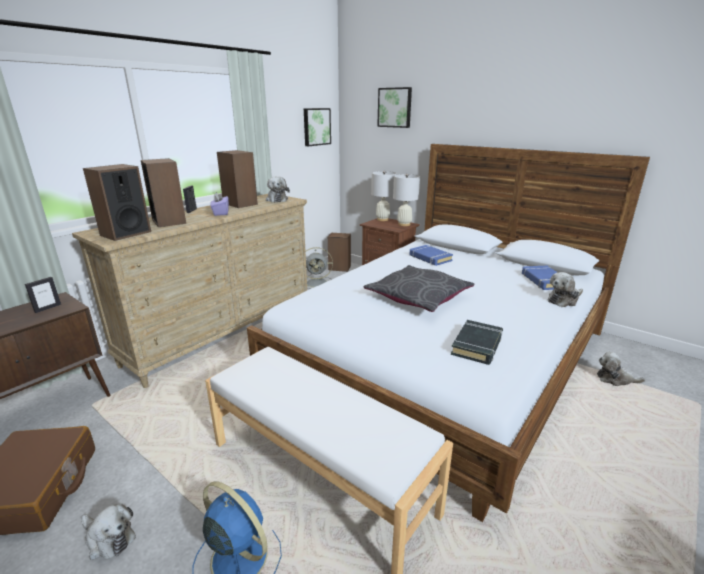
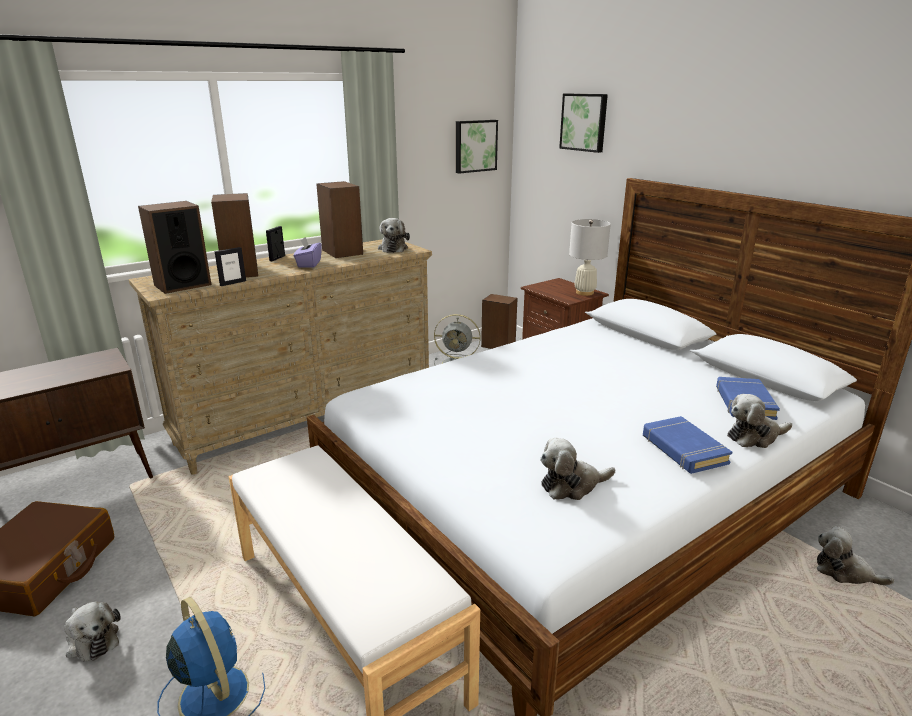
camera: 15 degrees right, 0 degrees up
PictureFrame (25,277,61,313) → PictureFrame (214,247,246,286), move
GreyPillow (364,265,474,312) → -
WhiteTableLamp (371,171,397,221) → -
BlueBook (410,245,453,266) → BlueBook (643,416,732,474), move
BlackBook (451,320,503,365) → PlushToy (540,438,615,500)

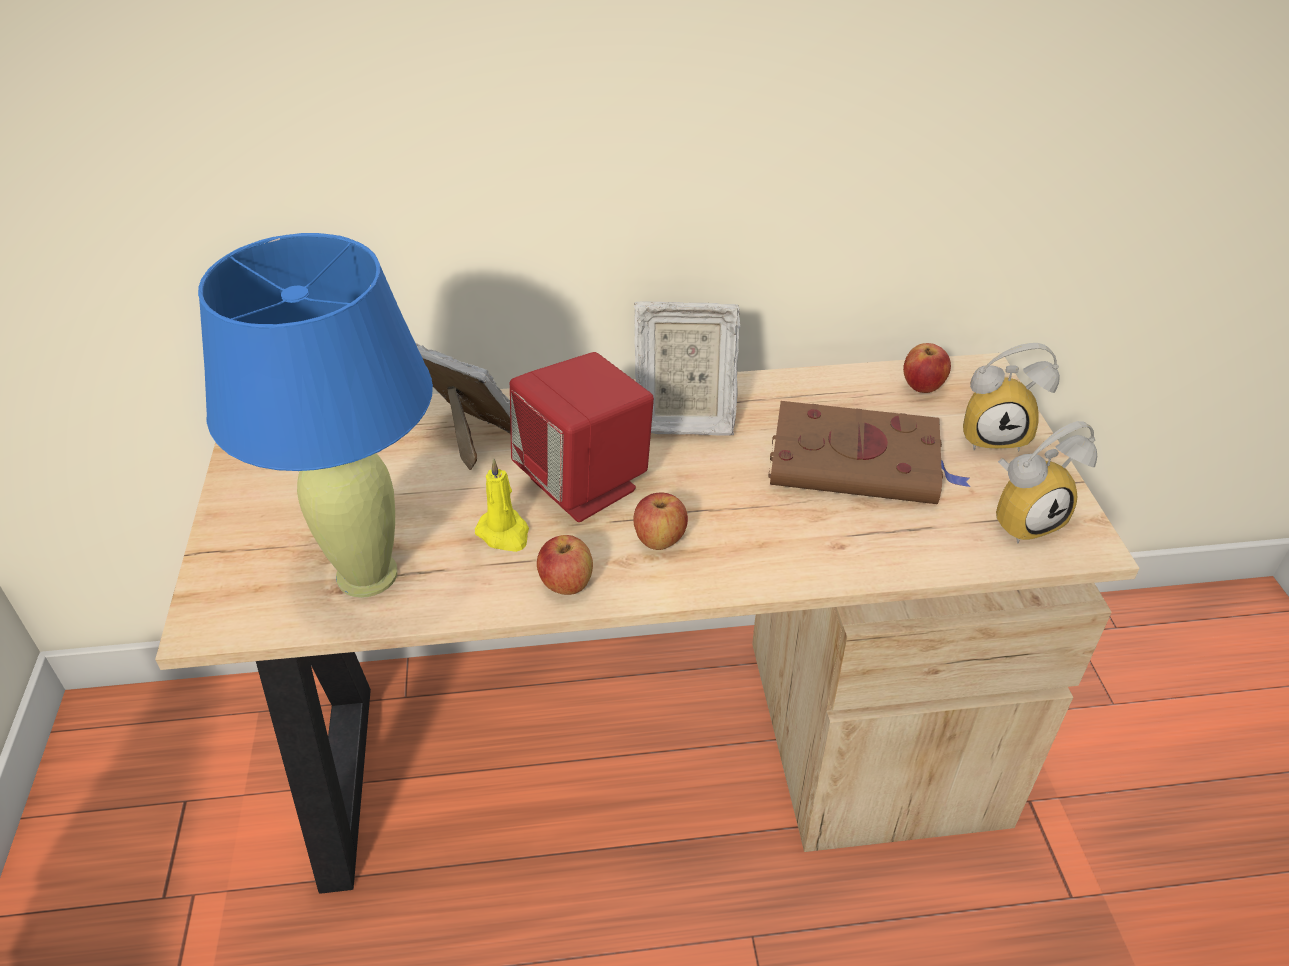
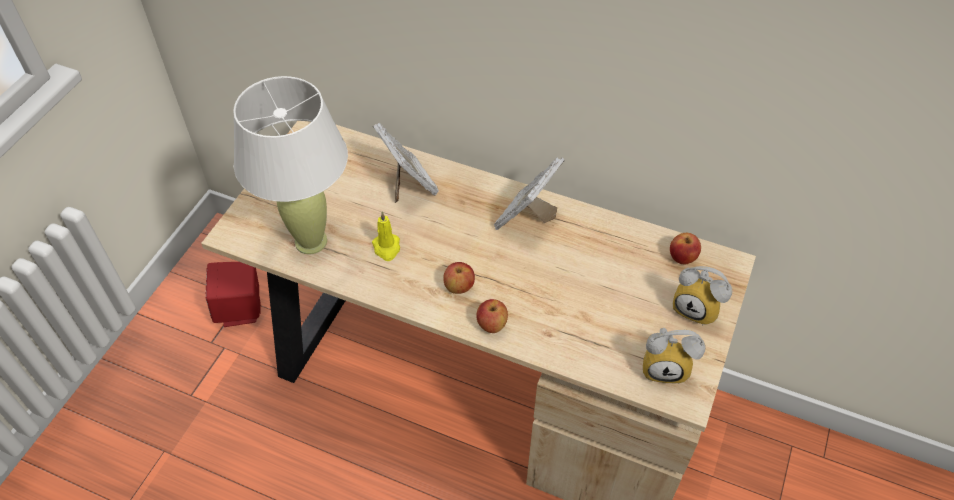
camera: 30 degrees right, 10 degrees up
BlueTableLamp (198,233,433,598) → WhiteTableLamp (233,76,348,254)
RedSpeaker (510,352,654,522) → RedSpeaker (205,262,260,327), move
Apple (537,535,593,595) → Apple (476,299,508,333), move
PictureFrame (634,302,740,436) → PictureFrame (494,157,565,230), 90 degrees clockwise
BrownBook (768,401,971,504) → -

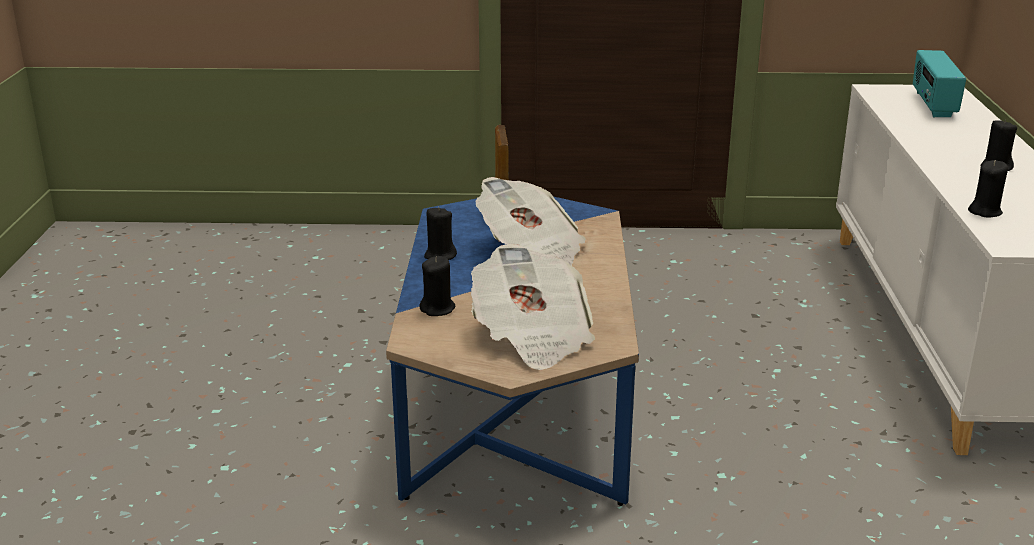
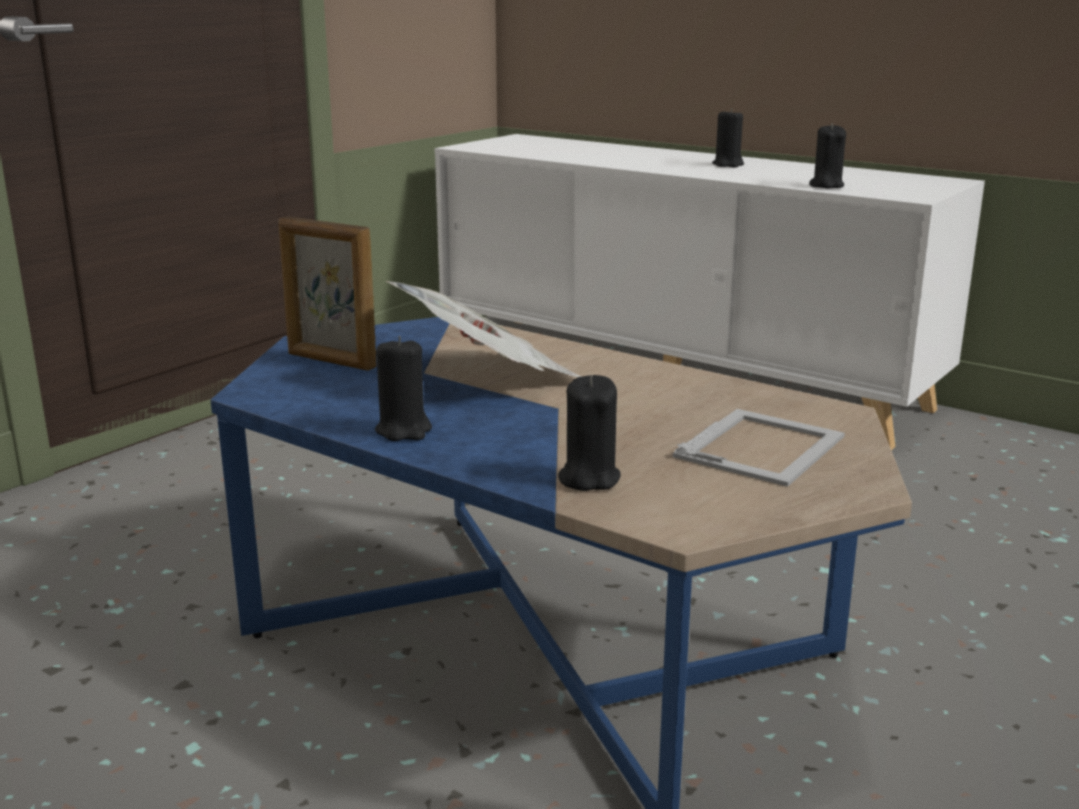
camera: 55 degrees left, 5 degrees down
Newspaper (471,244,595,370) → PictureFrame (673,409,845,487)
Radio (913,50,966,117) → -

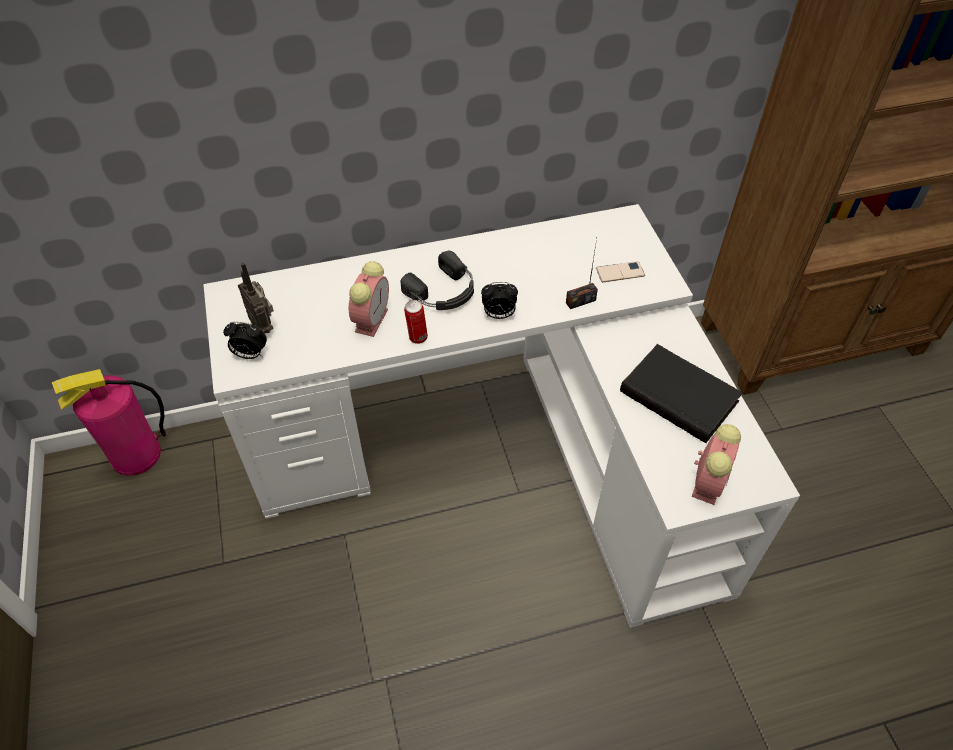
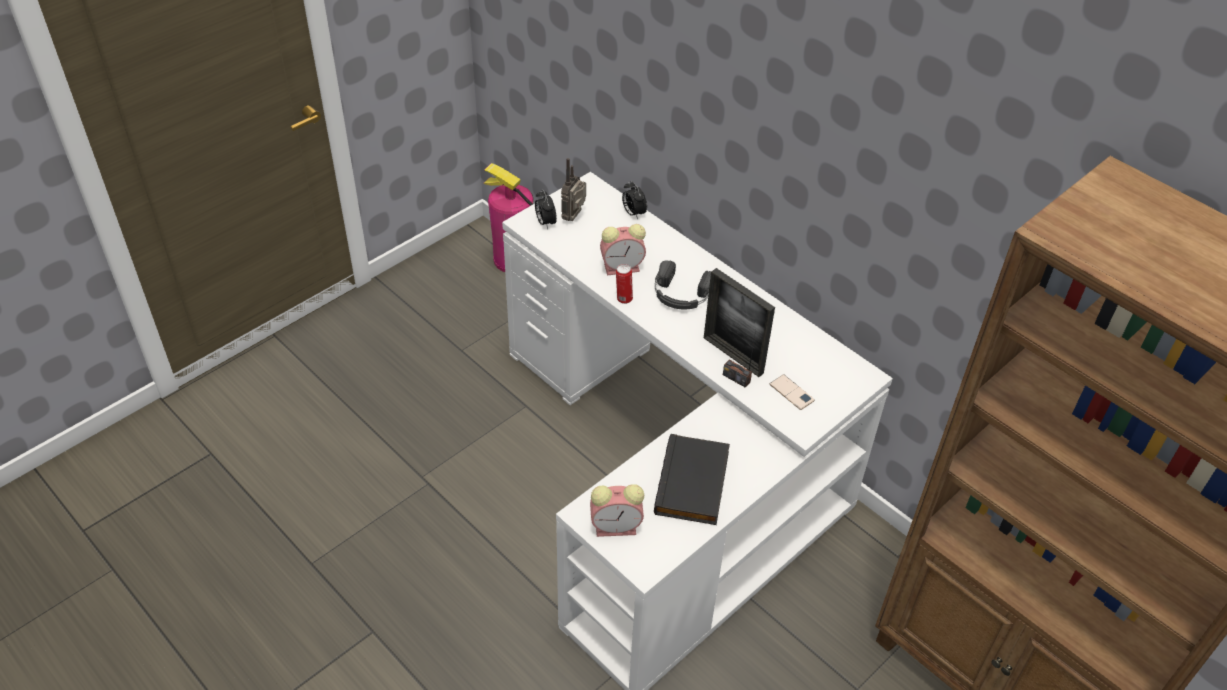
camera: 60 degrees right, 5 degrees down
AlarmClock (481,282,518,319) → AlarmClock (622,181,647,220), move
- → PictureFrame (704,268,775,377)

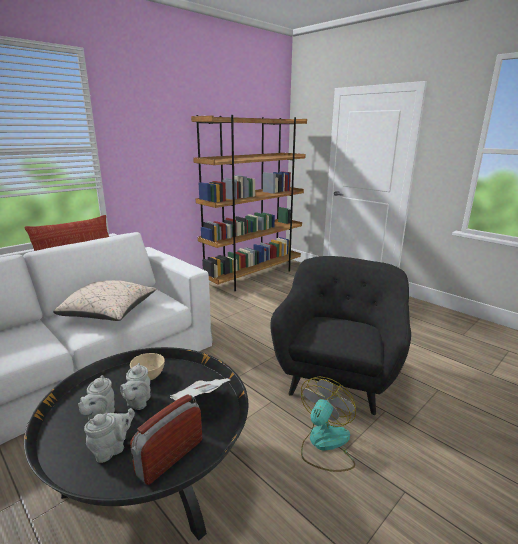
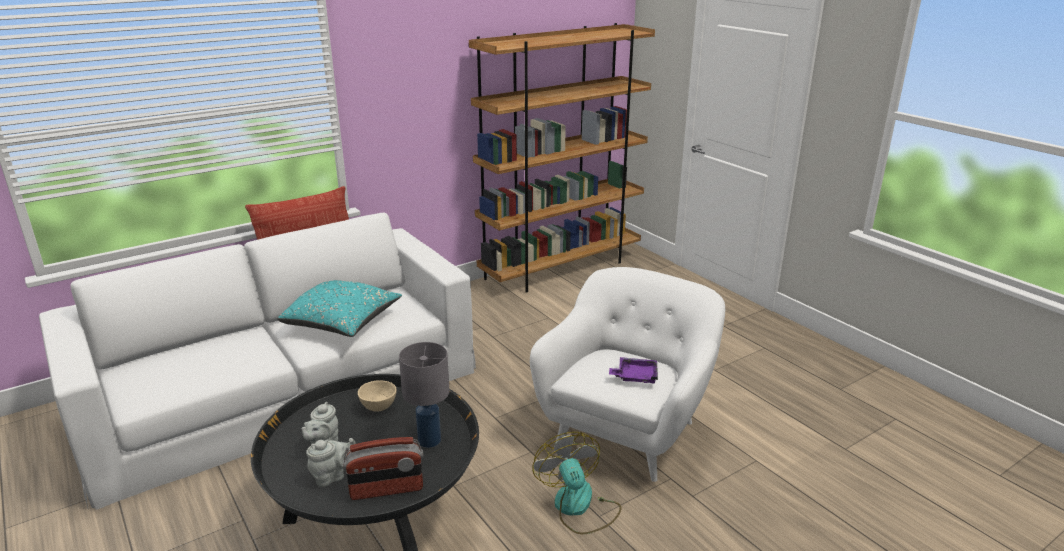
camera: 10 degrees right, 5 degrees up
BeigePillow (53,280,156,321) → TurquoisePillow (277,280,402,337)
GreyTeapot (120,363,151,410) → -
Radio (130,394,202,485) → Radio (343,437,424,500), 150 degrees counterclockwise
Newspaper (170,378,230,400) → GreyTableLamp (399,342,450,448)
BlackArmchair (271,256,411,415) → WhiteArmchair (530,267,725,482)
Fan (301,377,356,472) → Fan (532,432,621,534), 60 degrees counterclockwise
- → PurpleTray (609,357,658,383)

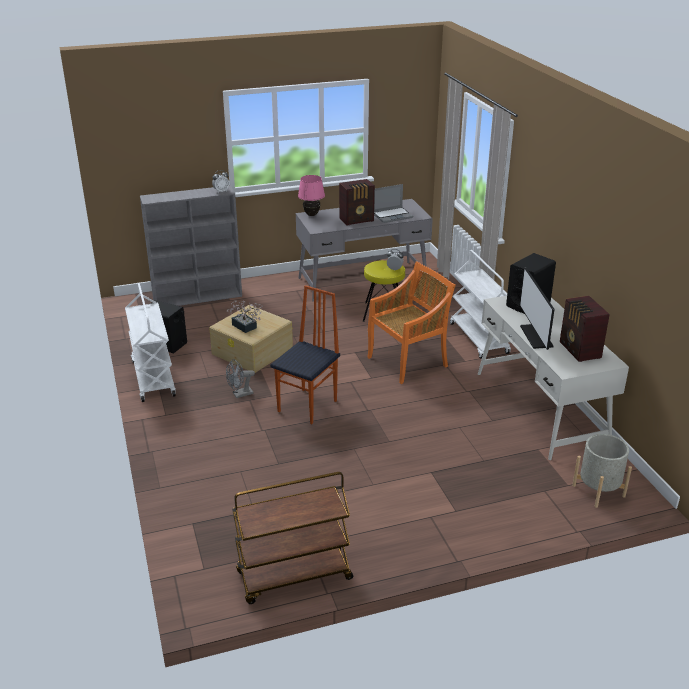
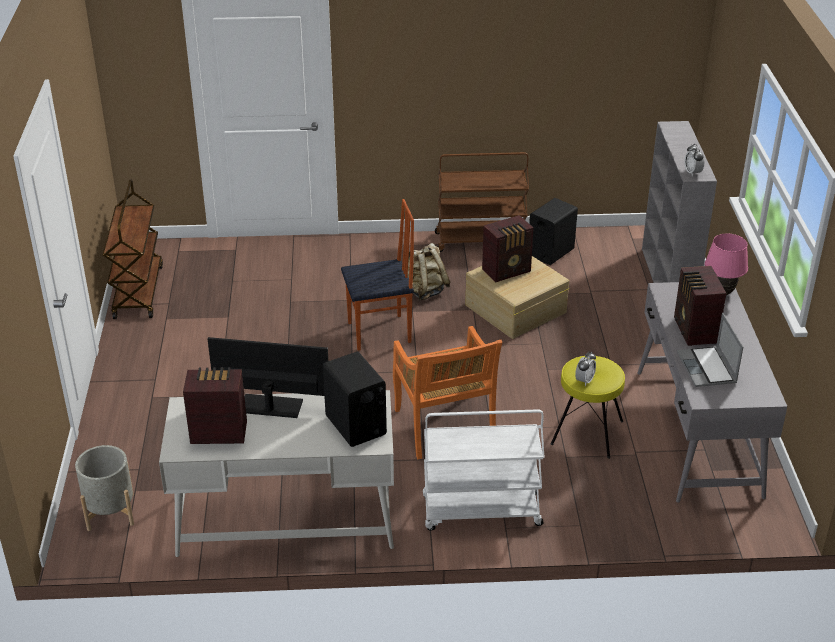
camera: 105 degrees right, 5 degrees up
WhiteCart (125,283,176,402) → BrownCart (435,152,529,252)
GreyFan (226,359,255,398) → BeigeBackpack (408,243,450,300)
PottedPlant (227,300,262,333) → Radio (482,215,534,283)
Chair (270,285,340,424) → Chair (341,199,414,351), 60 degrees counterclockwise

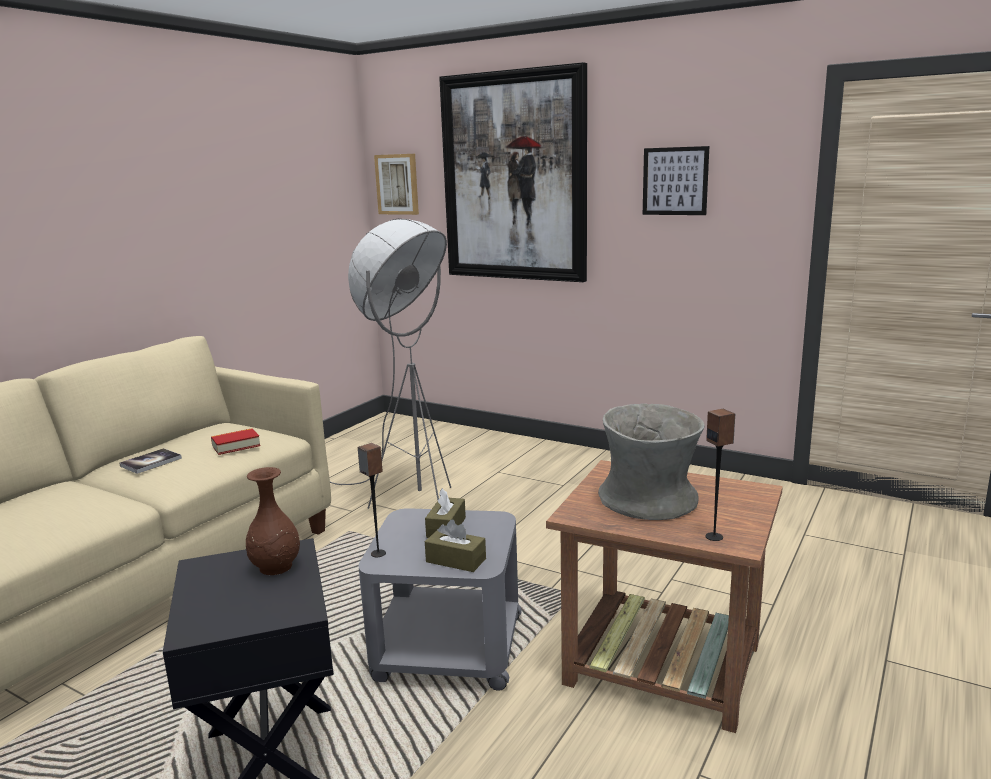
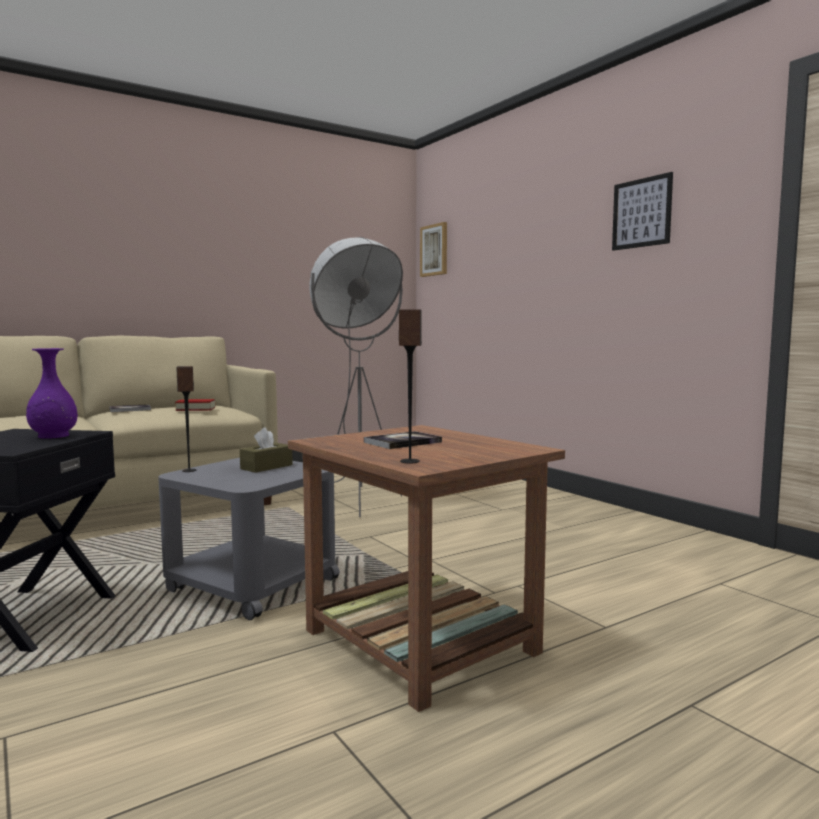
camera: 25 degrees right, 10 degrees down
BrownVase (246,467,300,575) → PurpleVase (26,348,78,439)
BrownTissueBox (425,520,486,572) → -
Picture (439,62,587,282) → -
GreyVase (598,404,705,520) → Book (364,431,442,449)

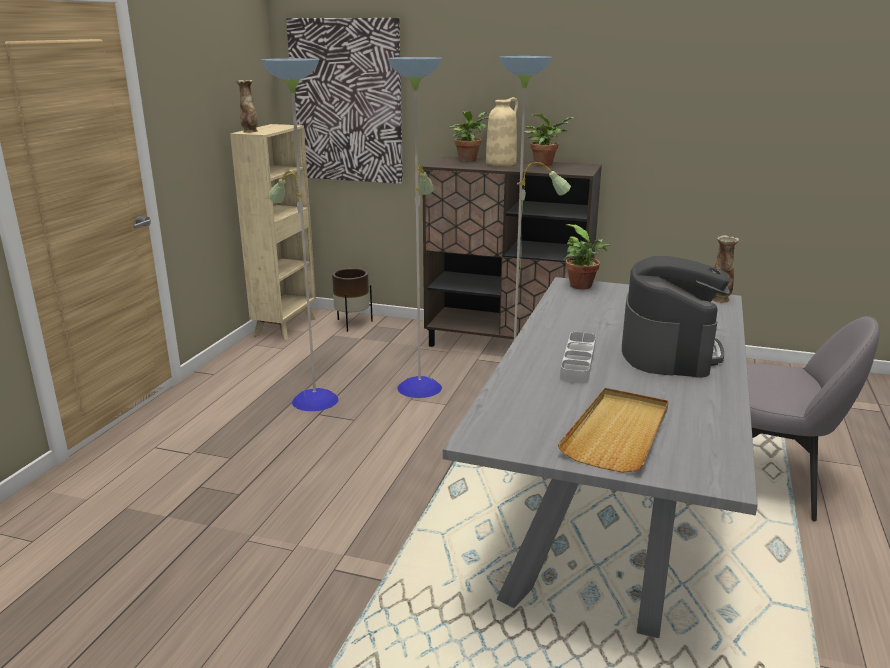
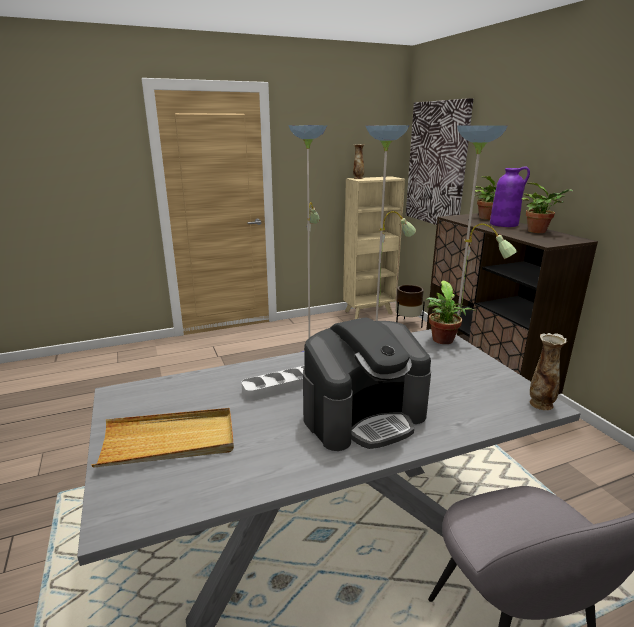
camera: 50 degrees right, 0 degrees up
BeigeVase (486,97,518,166) → PurpleVase (490,166,530,227)

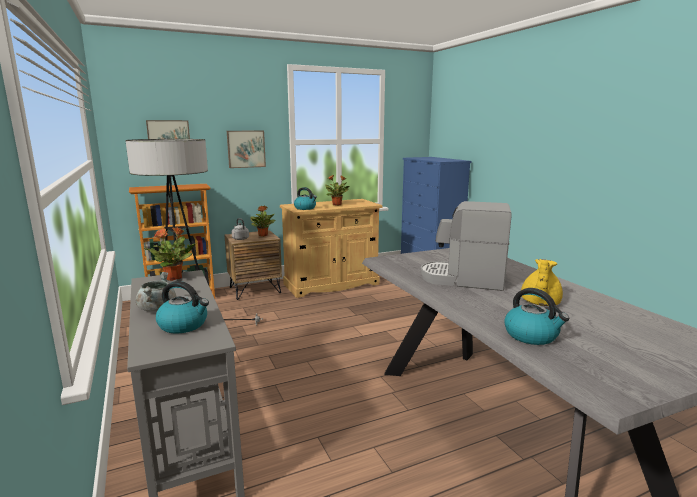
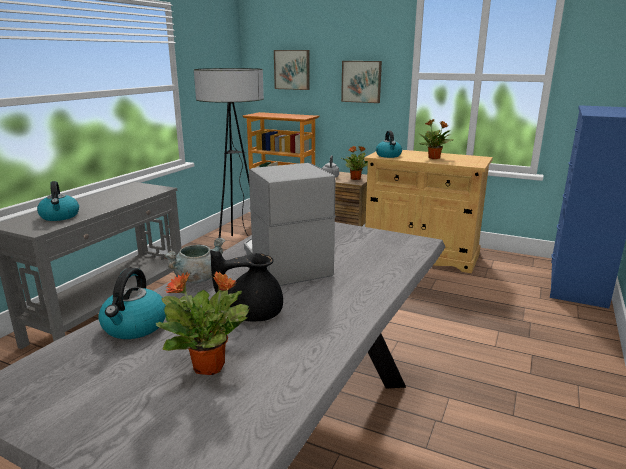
camera: 50 degrees right, 5 degrees up
GreyCookingPot (136,272,176,312) → GreyCookingPot (164,238,225,283), move
PottedPlant (144,227,197,281) → PottedPlant (156,271,249,375), move
YellowTeapot (521,259,563,306) → BlackTeapot (210,250,283,321)

